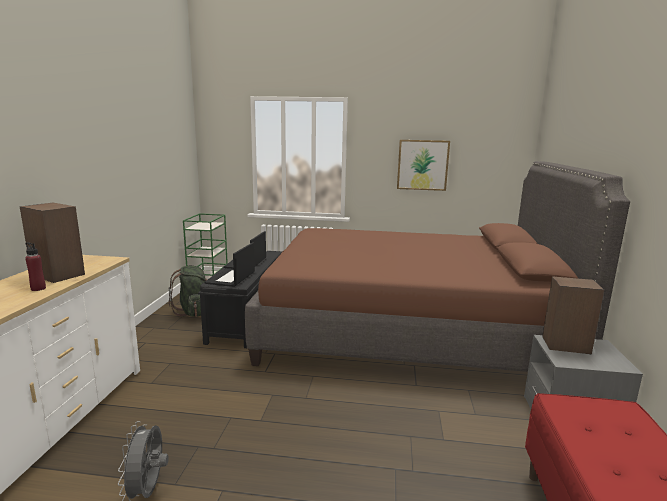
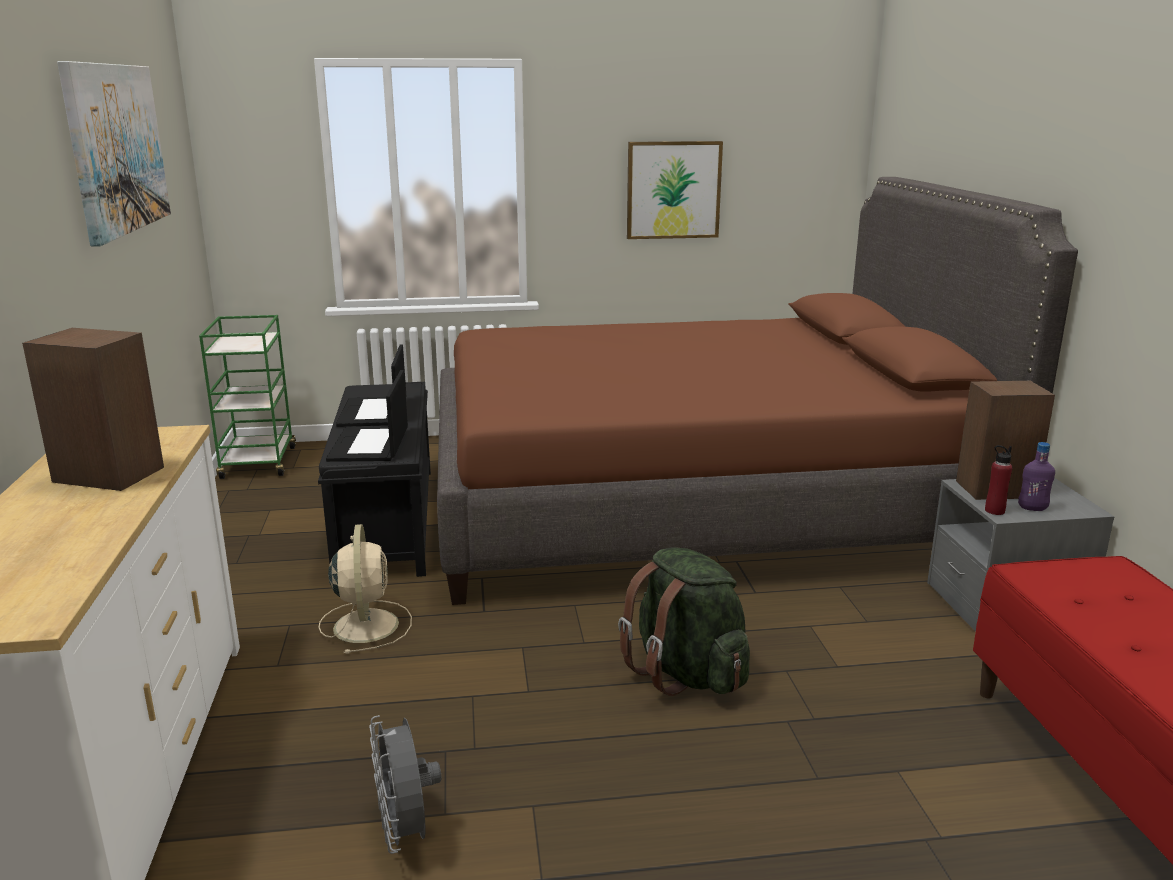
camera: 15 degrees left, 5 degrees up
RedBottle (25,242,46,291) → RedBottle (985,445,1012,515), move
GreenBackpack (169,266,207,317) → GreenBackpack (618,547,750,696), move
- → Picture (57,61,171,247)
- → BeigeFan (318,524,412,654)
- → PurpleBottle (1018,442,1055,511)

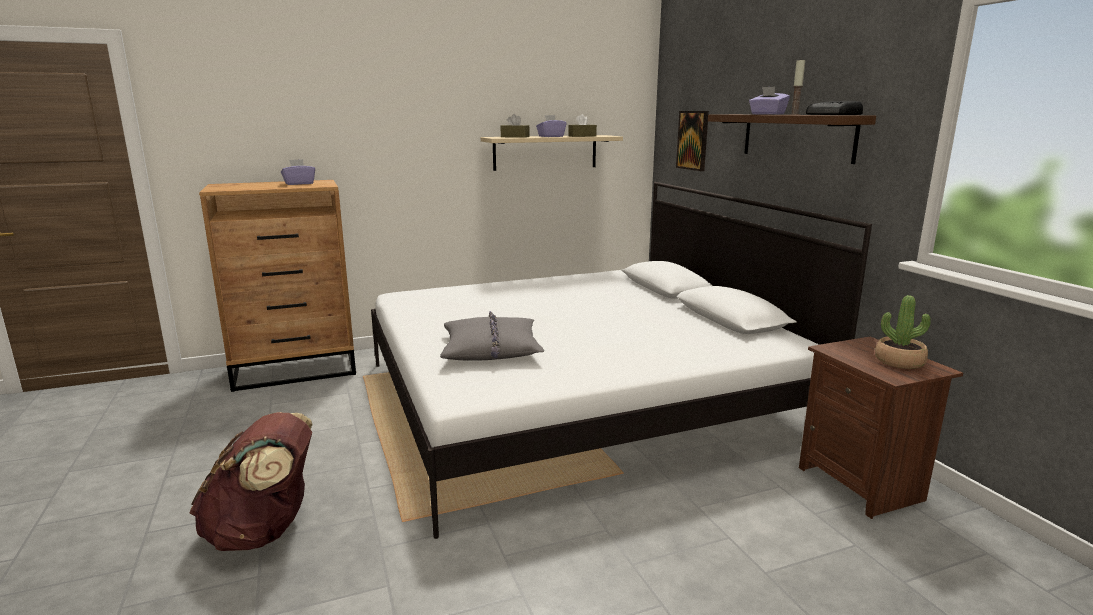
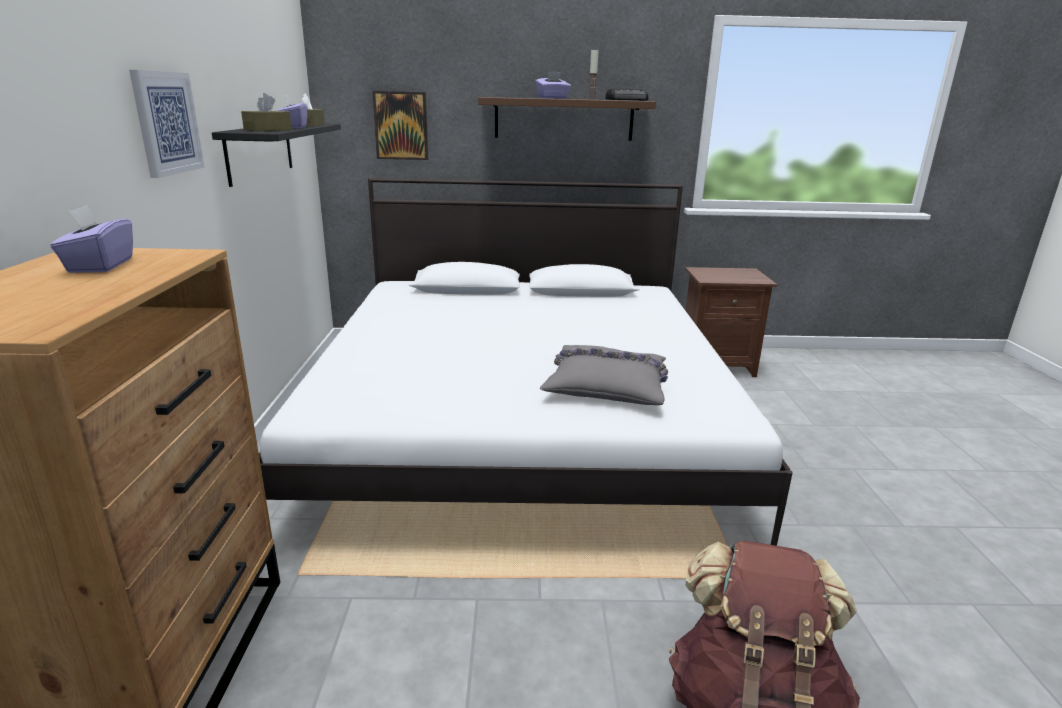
camera: 70 degrees left, 5 degrees up
BeigeShelf (481,135,623,171) → BlackShelf (212,124,341,187)
PottedPlant (875,295,931,369) → -
- → Picture (129,70,205,178)

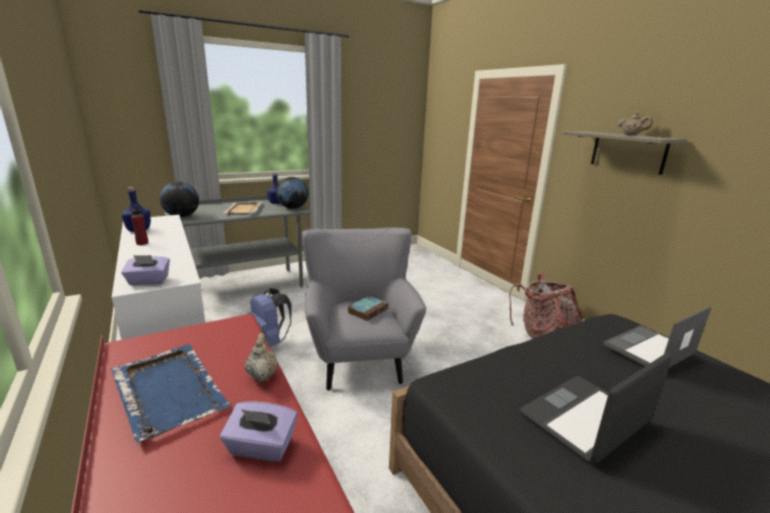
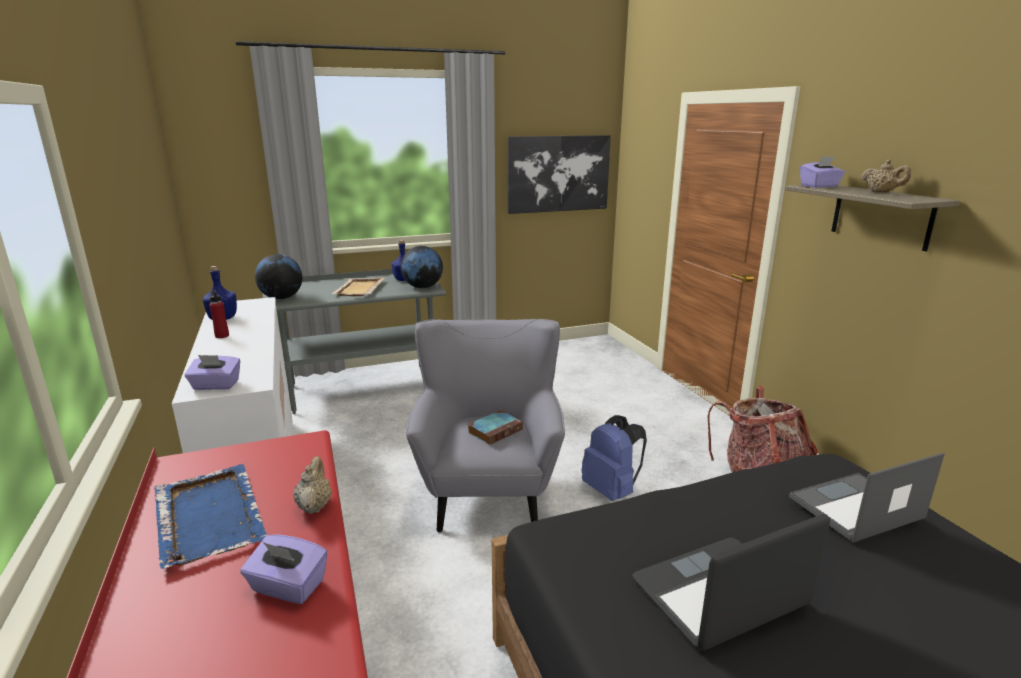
camera: 10 degrees right, 0 degrees up
BlueBackpack (247,288,292,347) → BlueBackpack (581,415,647,501), move
- → Picture (508,135,611,214)
- → PurpleTissueBox (800,156,845,188)

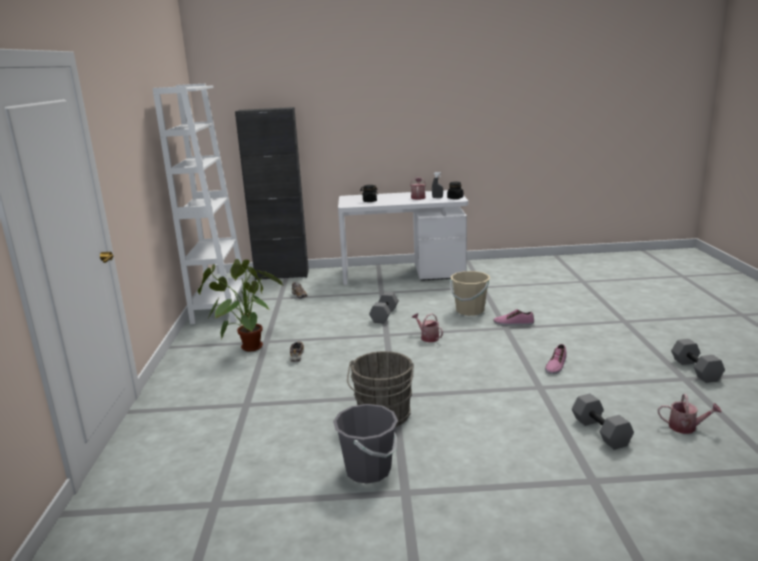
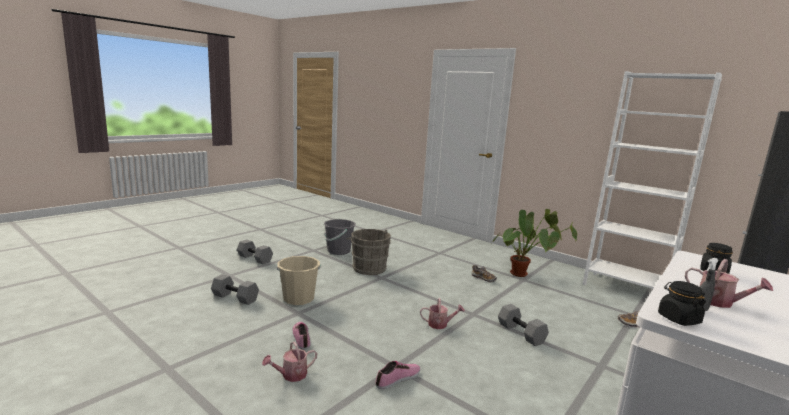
camera: 130 degrees right, 5 degrees down
BeigeBucket (450,271,490,316) → BeigeBucket (277,256,321,305), move
WateringCan (658,393,722,434) → WateringCan (262,341,317,382), move
GreyDumbbell (671,339,725,383) → GreyDumbbell (237,239,273,264), move

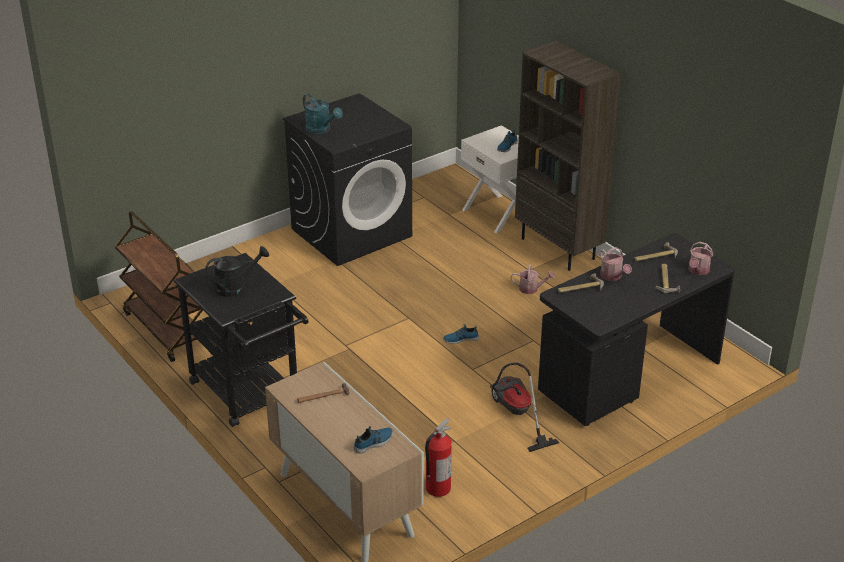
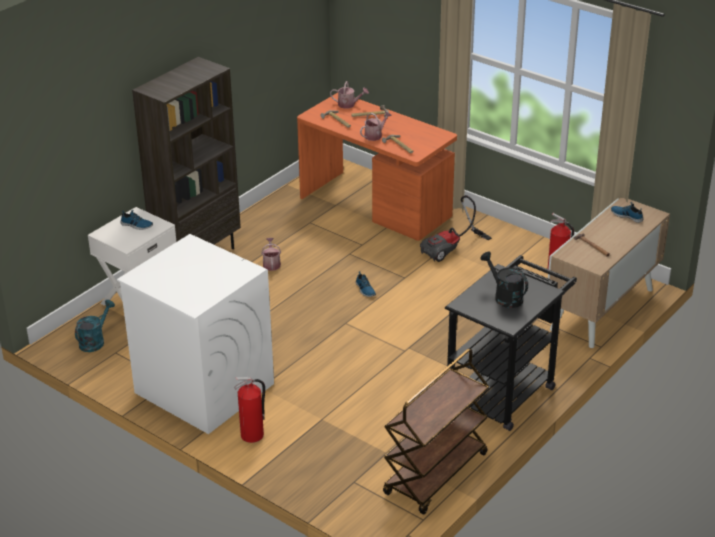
camera: 105 degrees left, 0 degrees up
BlackWashingMachine (283,93,412,266) → WhiteWashingMachine (117,234,274,434)
TurquoiseWateringCan (303,94,343,134) → TurquoiseWateringCan (75,300,115,352), move
BlackDesk (538,233,735,426) → OrangeDesk (297,93,457,241)
- → FireExtinguisher (234,377,265,443)

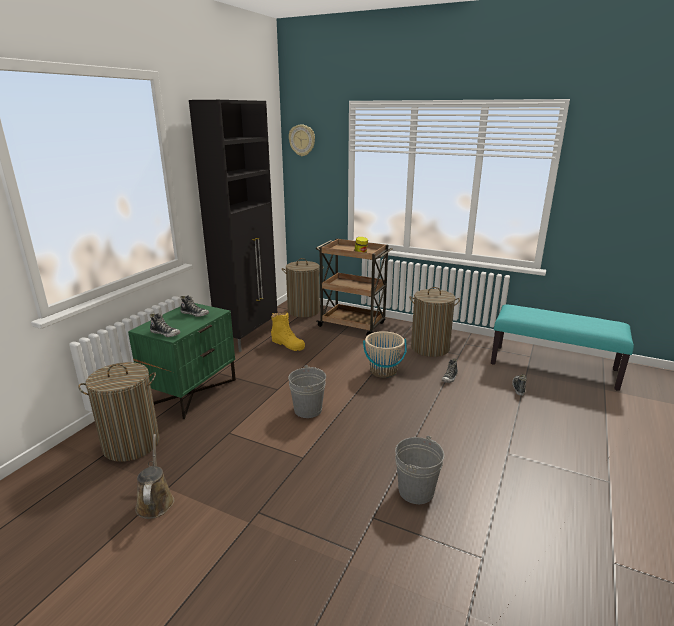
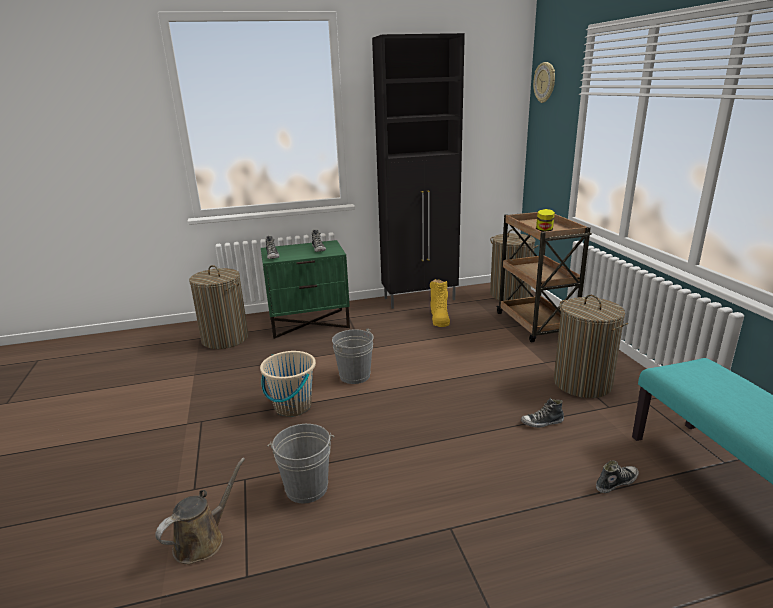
camera: 50 degrees right, 0 degrees up
BrownWateringCan (135,434,174,519) → BrownWateringCan (155,458,245,564), move
BeigeBucket (363,331,407,378) → BeigeBucket (260,351,316,417), move

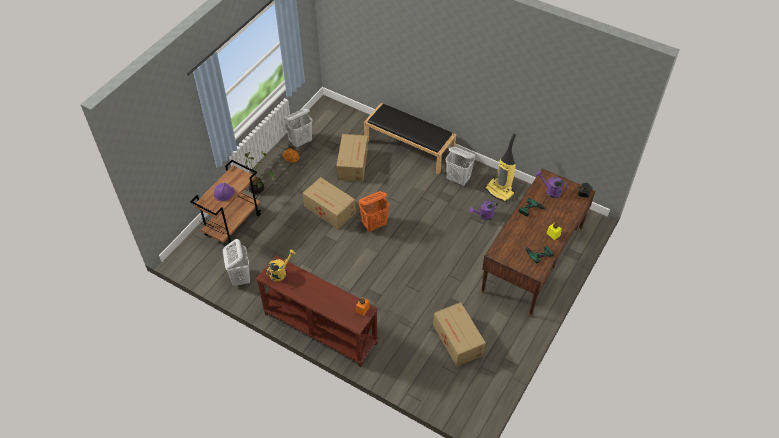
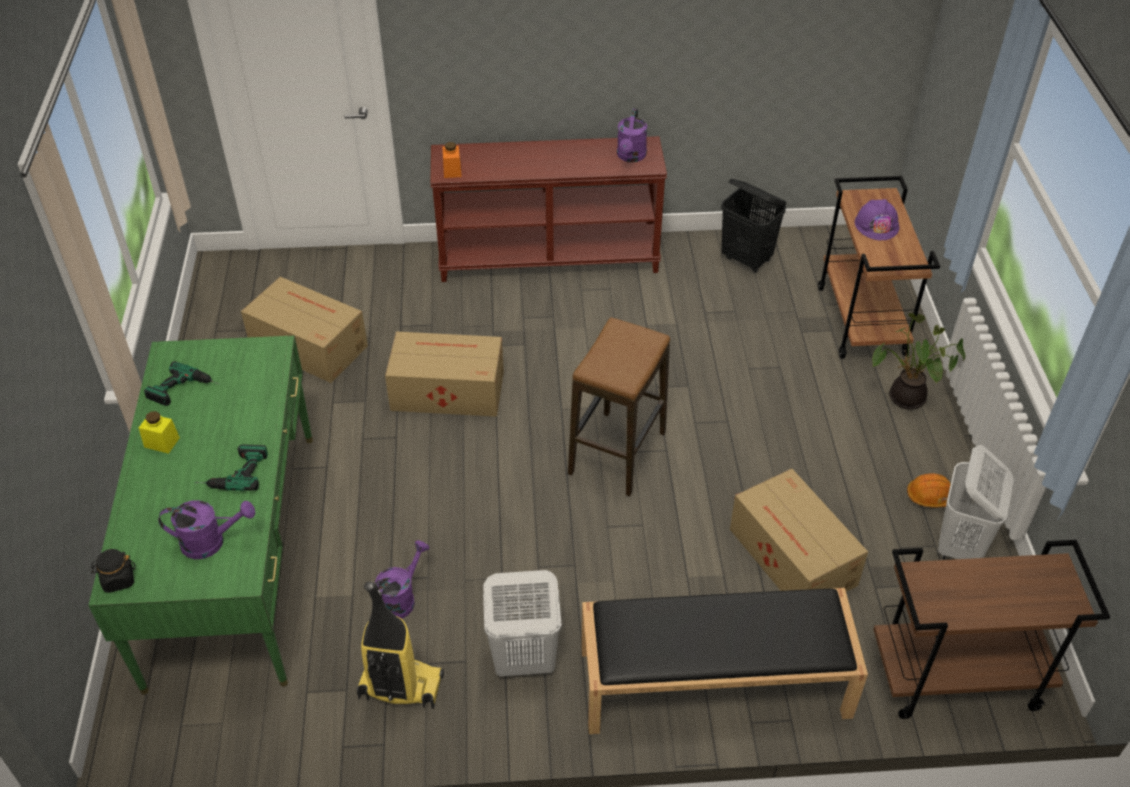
camera: 145 degrees right, 5 degrees down
WhiteLaundryBasket (223,239,250,286) → BlackLaundryBasket (721,179,786,273)
YellowWateringCan (266,250,296,282) → PurpleWateringCan (617,109,647,162)
CardboardBox (302,177,356,229) → CardboardBox (385,331,504,417), move
OrangeLaundryBasket (359,191,389,231) → Stool (568,317,670,496)
BrownDesk (481,169,595,317) → GreenDesk (88,336,313,695)
- → BrownCart (874,540,1110,719)

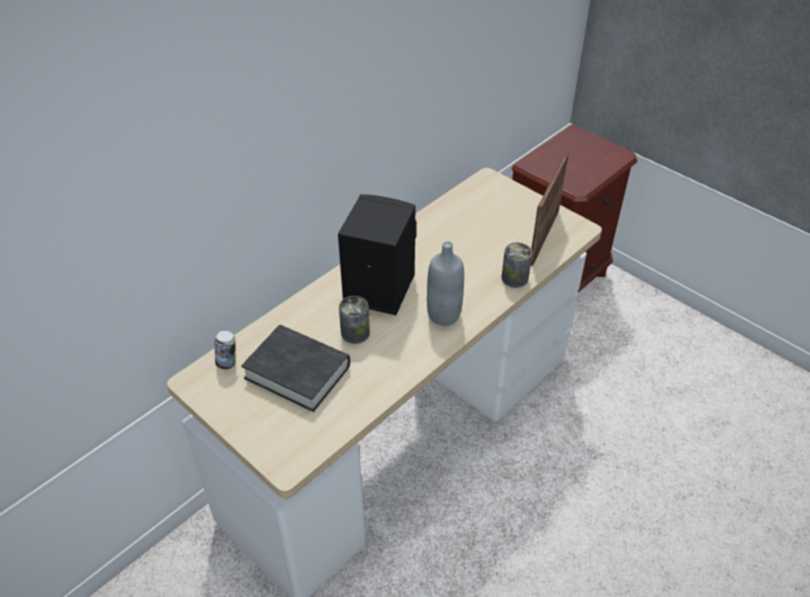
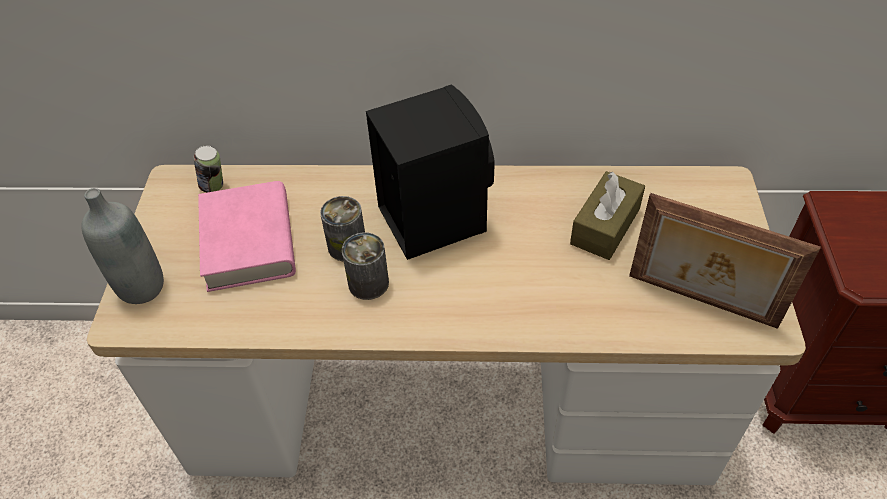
camera: 50 degrees right, 5 degrees up
BlackBook (241,325,350,412) → PinkBook (198,181,296,292)
GreyBottle (427,241,464,326) → GreyBottle (81,188,164,304), move
Can (501,243,532,288) → Can (342,233,389,300), move
PictureFrame (531,153,569,266) → PictureFrame (629,193,820,329), 135 degrees counterclockwise
- → BrownTissueBox (570,171,645,260)

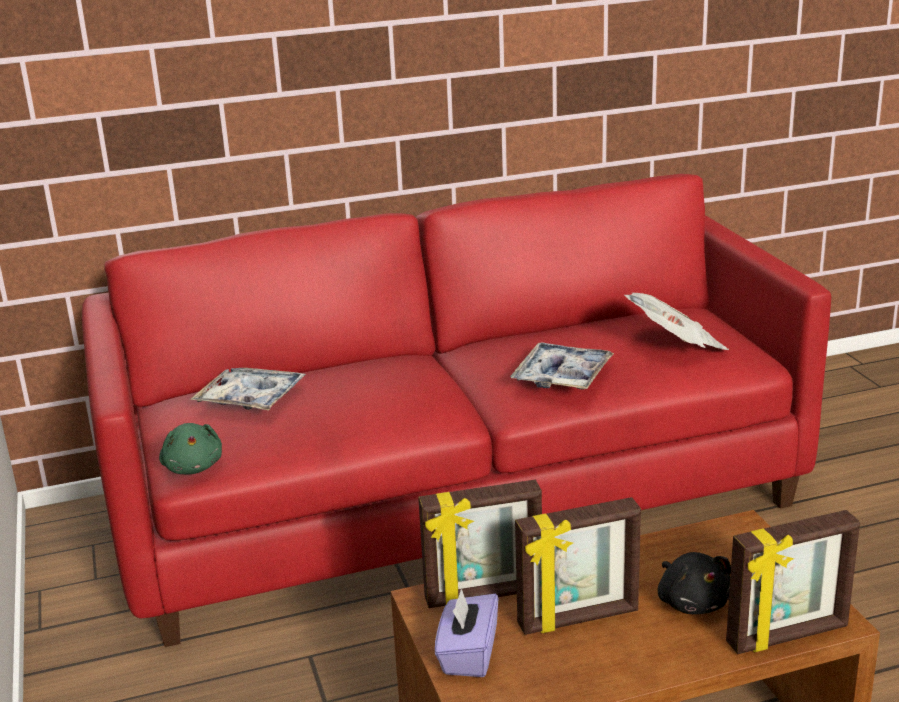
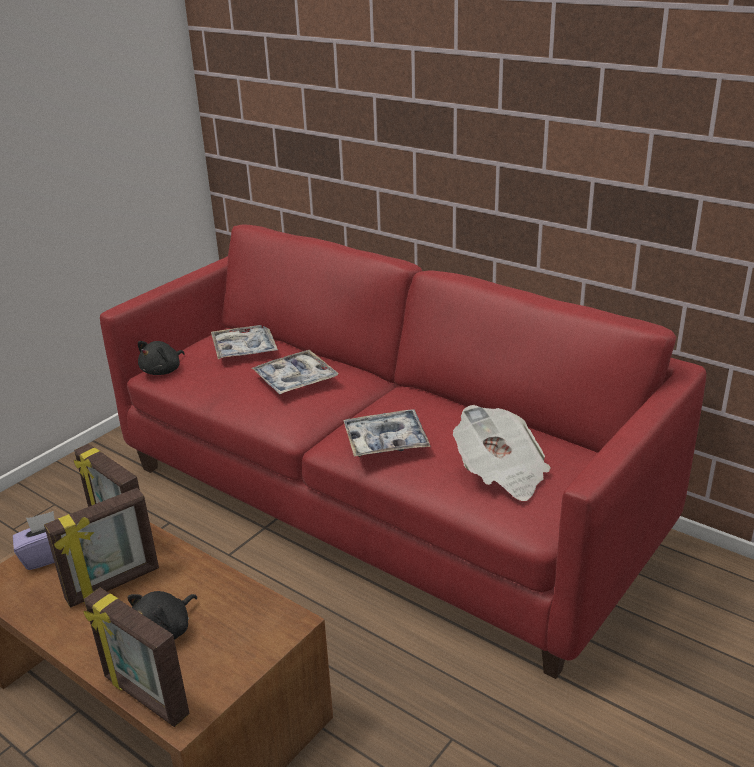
camera: 55 degrees right, 5 degrees up
GreenPlushToy (159,423,222,474) → BlackPlushToy (138,341,185,375)
PictureFrame (515,497,641,635) → PictureFrame (44,488,159,608), 75 degrees counterclockwise
- → Tray (251,350,339,394)

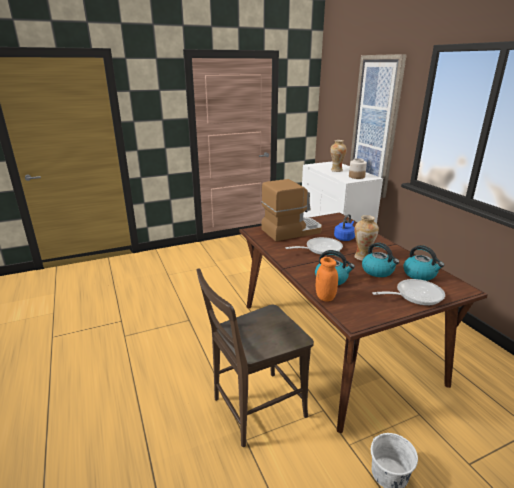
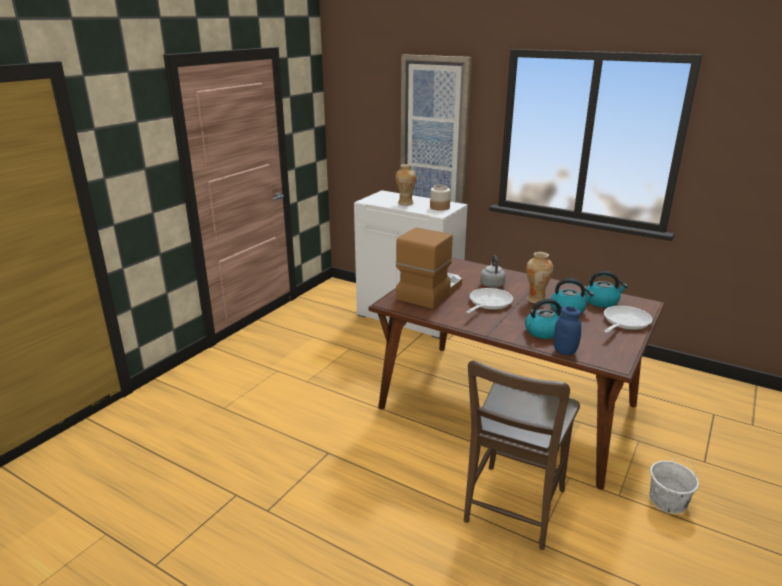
camera: 35 degrees left, 0 degrees up
OrangeJar (316,257,338,302) → BlueJar (554,306,581,355)
BlueKettle (334,214,355,241) → GreyKettle (480,255,506,288)

